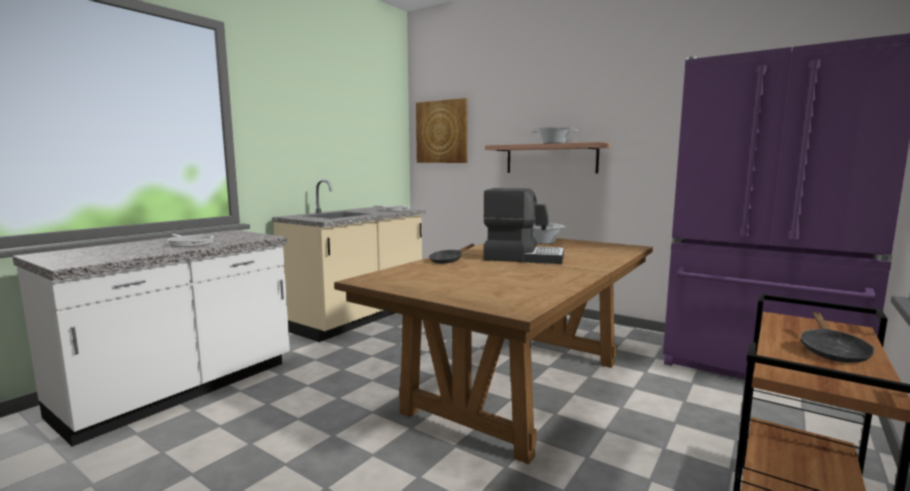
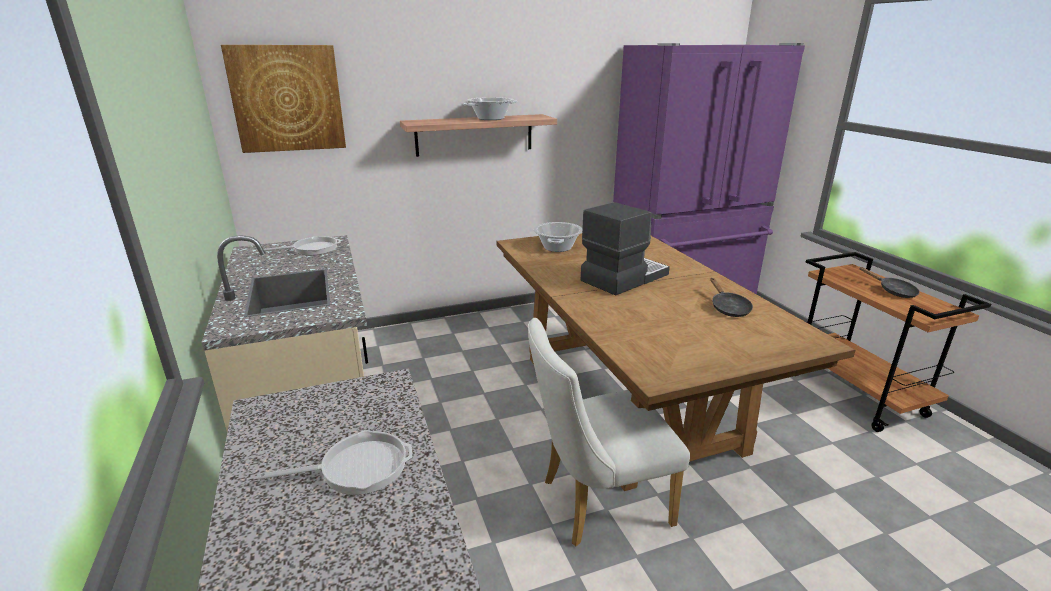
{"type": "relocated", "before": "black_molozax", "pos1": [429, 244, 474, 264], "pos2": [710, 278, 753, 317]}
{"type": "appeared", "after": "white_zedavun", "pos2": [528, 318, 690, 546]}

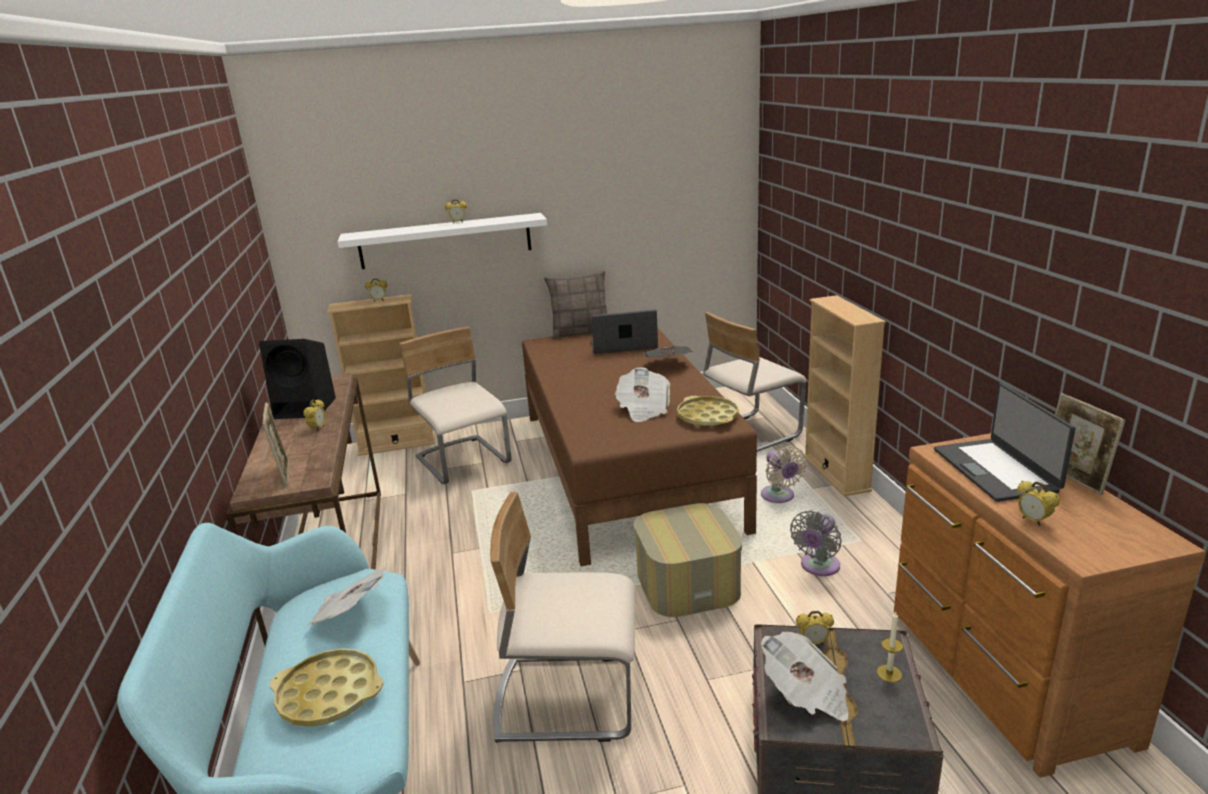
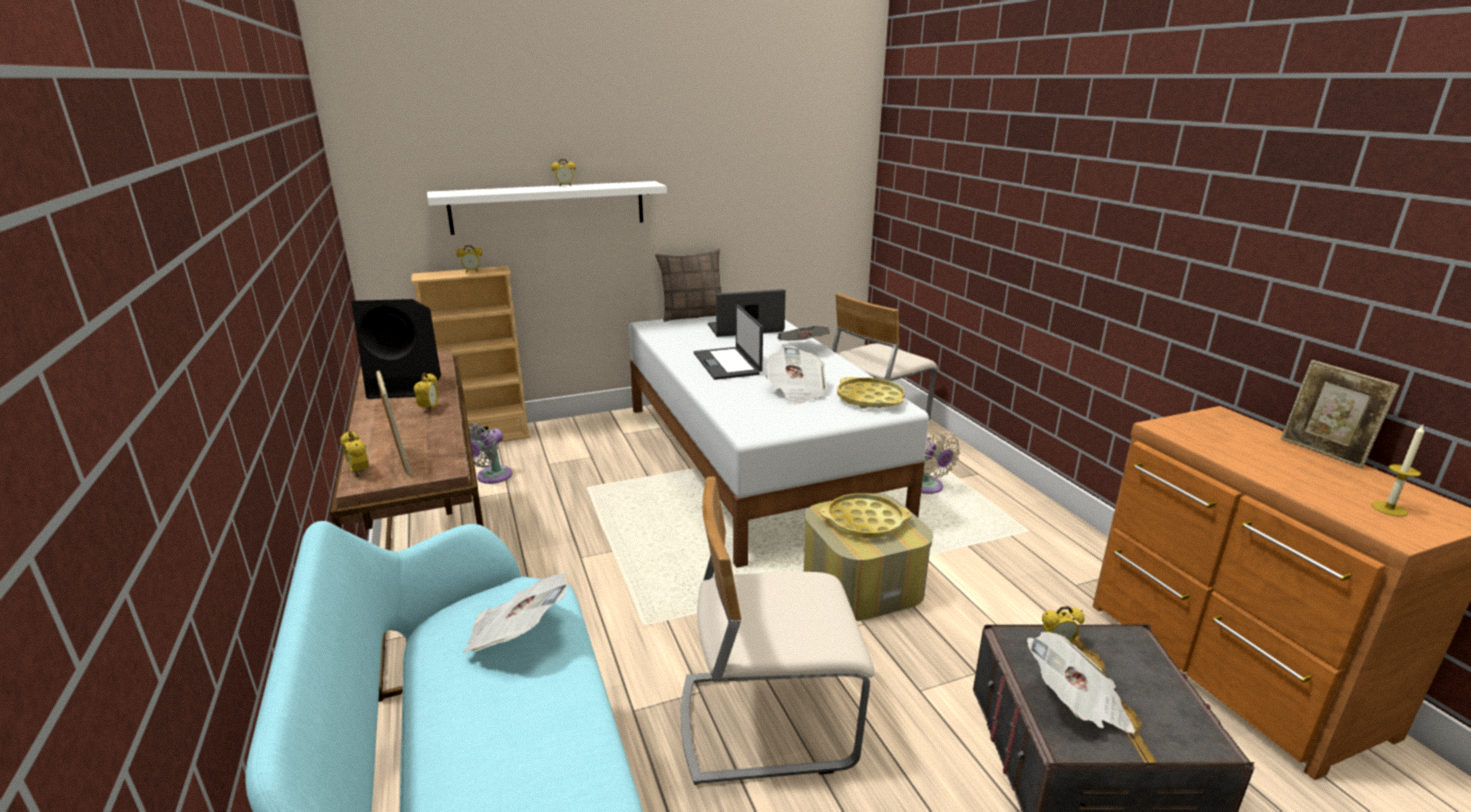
{"type": "missing", "before": "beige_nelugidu", "pos1": [805, 295, 886, 497]}
{"type": "missing", "before": "beige_zedavun", "pos1": [399, 326, 511, 484]}
{"type": "colour", "before": "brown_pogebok", "after": "white_pogebok", "pos1": [522, 328, 757, 566], "pos2": [629, 316, 929, 568]}
{"type": "relocated", "before": "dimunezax", "pos1": [934, 383, 1076, 502], "pos2": [694, 305, 763, 380]}
{"type": "relocated", "before": "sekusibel", "pos1": [1017, 481, 1060, 526], "pos2": [340, 431, 369, 477]}
{"type": "relocated", "before": "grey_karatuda", "pos1": [790, 510, 842, 576], "pos2": [463, 423, 512, 484]}
{"type": "relocated", "before": "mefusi", "pos1": [877, 612, 903, 683], "pos2": [1371, 425, 1424, 517]}
{"type": "relocated", "before": "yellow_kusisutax", "pos1": [270, 648, 383, 727], "pos2": [820, 493, 911, 538]}

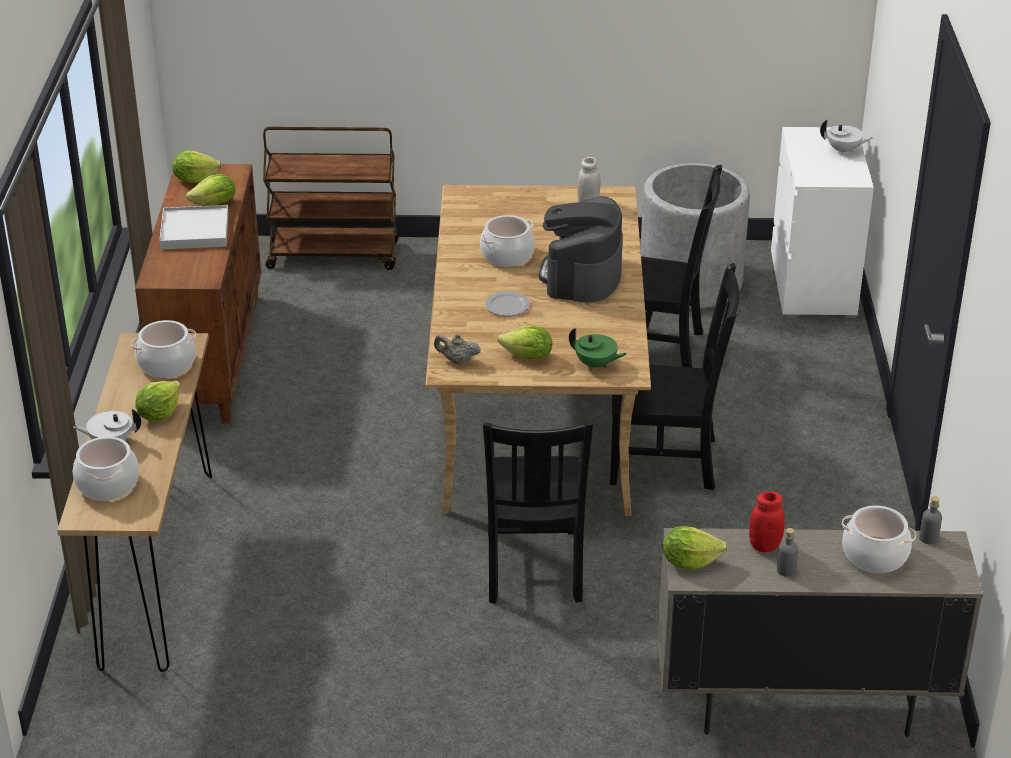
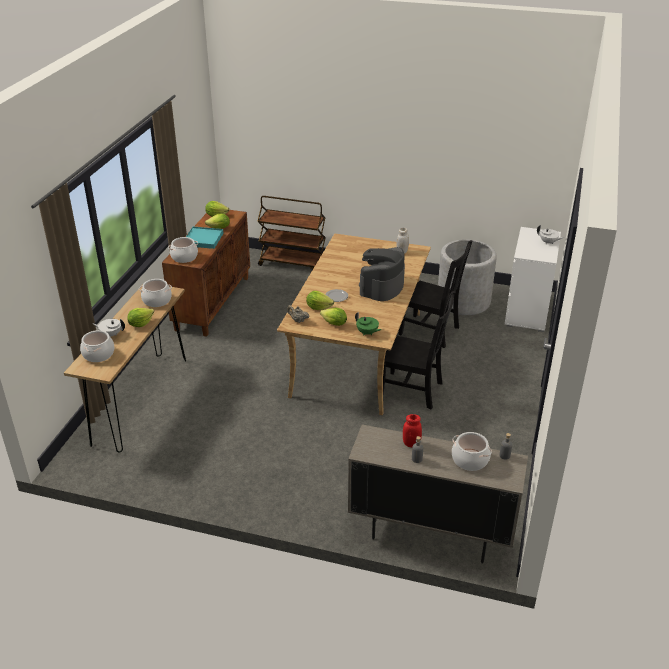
{"type": "colour", "before": "white_kusisutax", "after": "turquoise_kusisutax", "pos1": [159, 205, 228, 250], "pos2": [186, 227, 223, 249]}
{"type": "relocated", "before": "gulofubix", "pos1": [480, 215, 535, 267], "pos2": [168, 237, 198, 263]}
{"type": "missing", "before": "black_zedavun", "pos1": [483, 421, 593, 604]}
{"type": "relocated", "before": "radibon", "pos1": [663, 526, 727, 569], "pos2": [306, 291, 334, 310]}

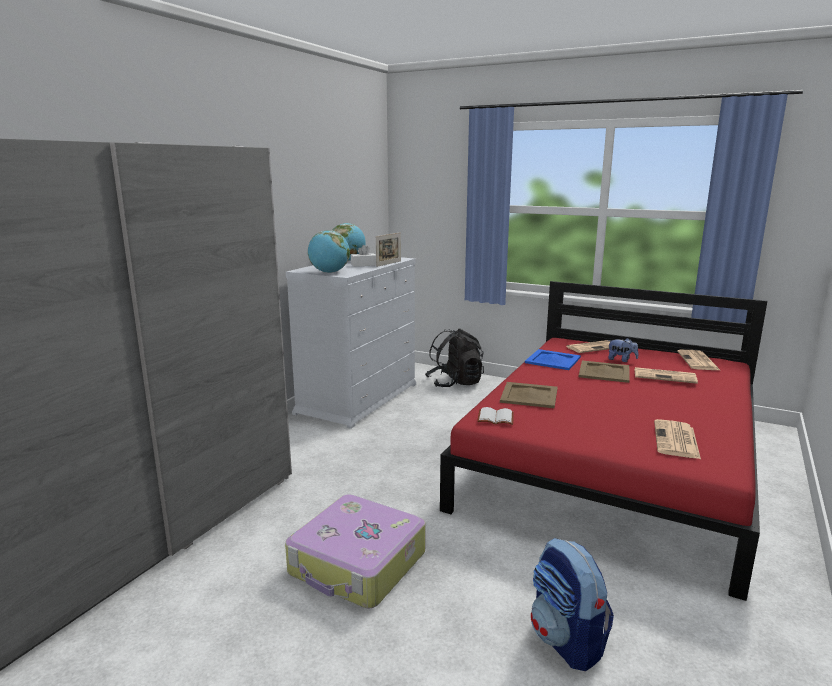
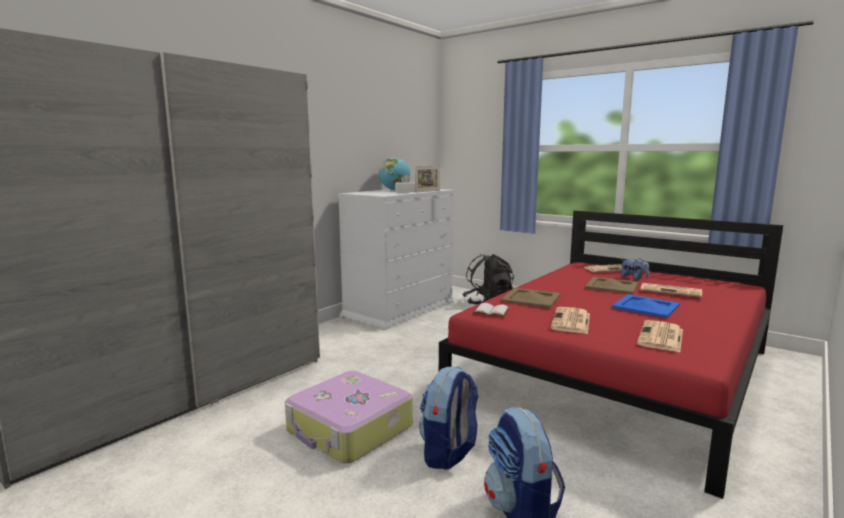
{"type": "missing", "before": "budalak", "pos1": [308, 230, 350, 273]}
{"type": "relocated", "before": "blue_kusisutax", "pos1": [525, 349, 581, 370], "pos2": [612, 294, 680, 318]}
{"type": "relocated", "before": "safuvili", "pos1": [677, 350, 720, 370], "pos2": [550, 307, 590, 334]}
{"type": "appeared", "after": "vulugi", "pos2": [419, 366, 479, 470]}

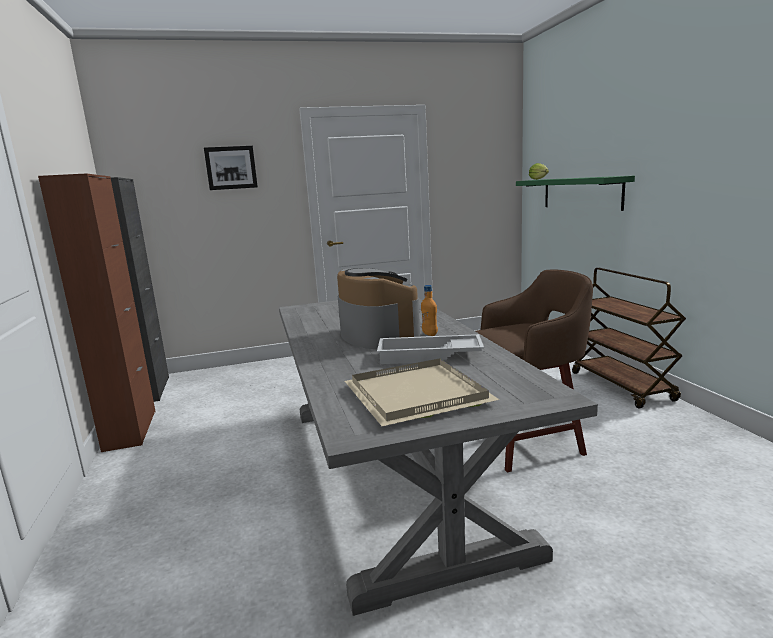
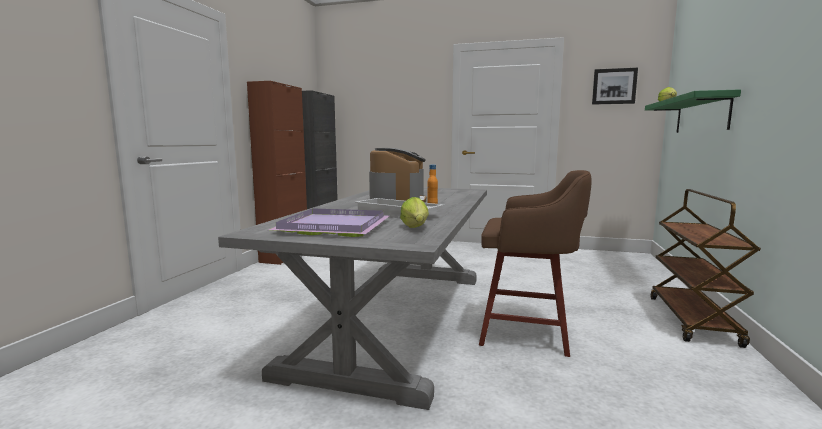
{"type": "relocated", "before": "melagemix", "pos1": [204, 146, 258, 190], "pos2": [592, 68, 638, 105]}
{"type": "colour", "before": "beige_kusisutax", "after": "purple_kusisutax", "pos1": [345, 358, 500, 426], "pos2": [269, 208, 389, 237]}
{"type": "appeared", "after": "radibon", "pos2": [400, 197, 429, 228]}

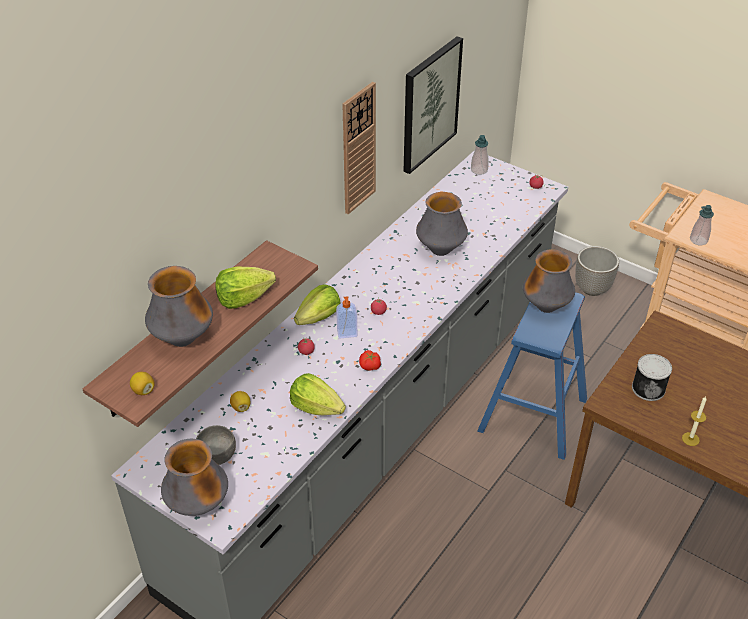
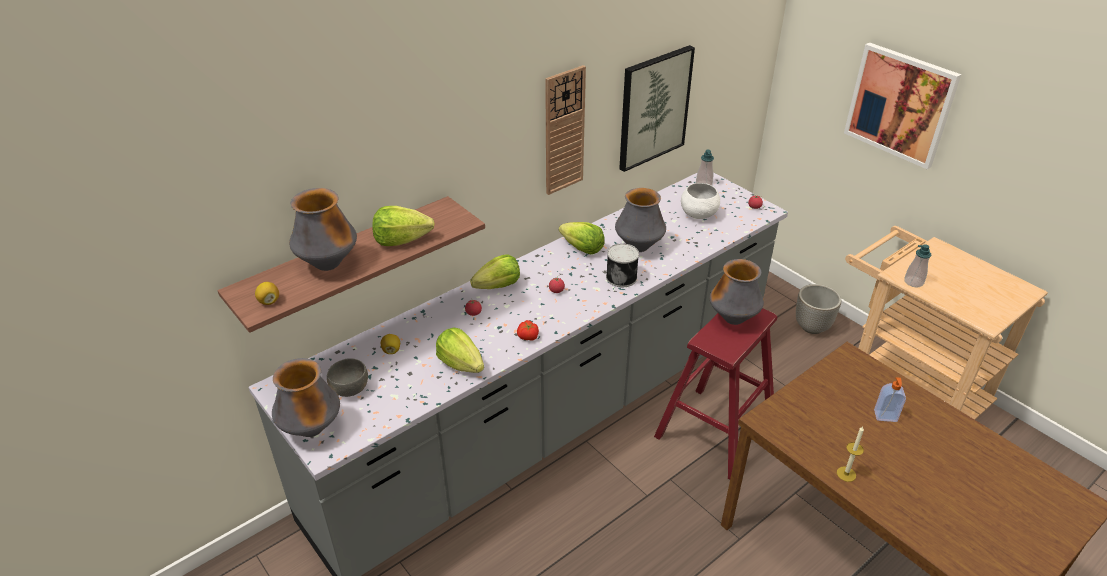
{"type": "colour", "before": "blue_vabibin", "after": "red_vabibin", "pos1": [477, 292, 587, 460], "pos2": [654, 308, 777, 480]}
{"type": "relocated", "before": "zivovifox", "pos1": [336, 296, 357, 339], "pos2": [874, 377, 906, 422]}
{"type": "relocated", "before": "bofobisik", "pos1": [632, 354, 672, 401], "pos2": [606, 243, 639, 287]}
{"type": "appeared", "after": "melagemix", "pos2": [844, 43, 961, 169]}
{"type": "appeared", "after": "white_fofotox", "pos2": [681, 183, 720, 219]}
{"type": "appeared", "after": "radibon", "pos2": [559, 222, 605, 254]}

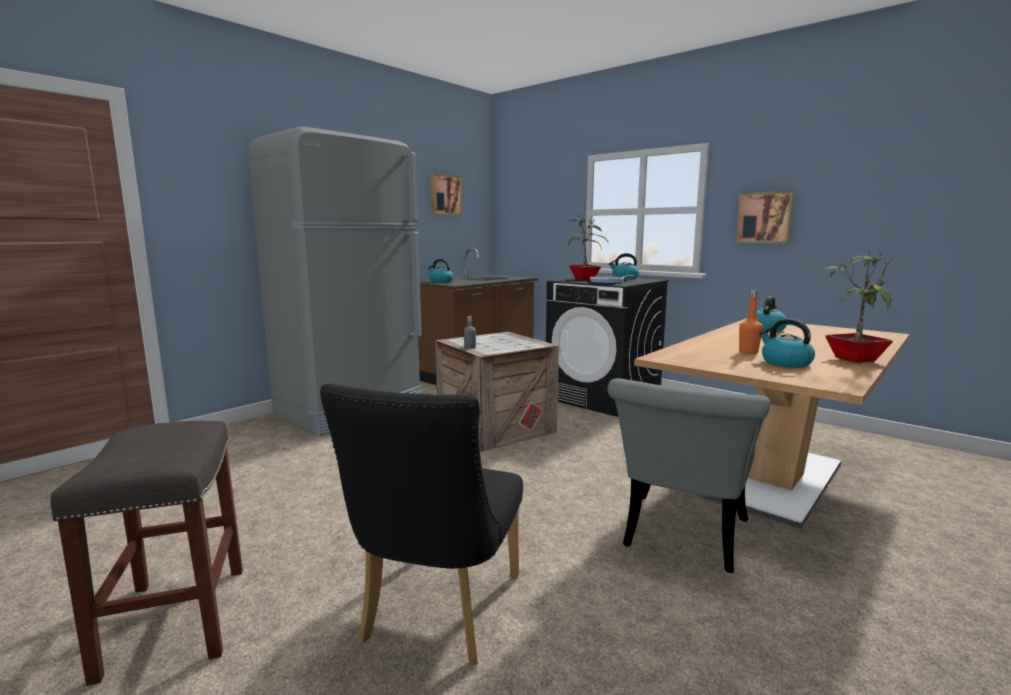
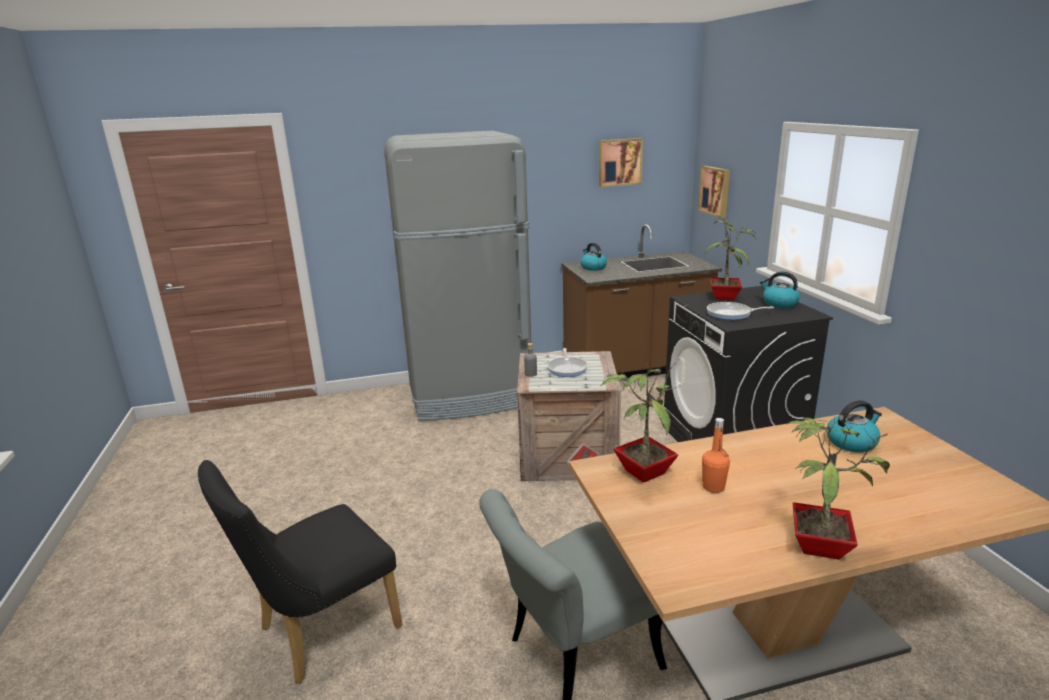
{"type": "relocated", "before": "melagemix", "pos1": [736, 191, 794, 243], "pos2": [698, 166, 730, 218]}
{"type": "missing", "before": "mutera", "pos1": [759, 319, 815, 368]}
{"type": "missing", "before": "grey_vabibin", "pos1": [51, 421, 243, 686]}
{"type": "appeared", "after": "molozax", "pos2": [547, 348, 588, 377]}
{"type": "appeared", "after": "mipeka", "pos2": [600, 362, 680, 483]}

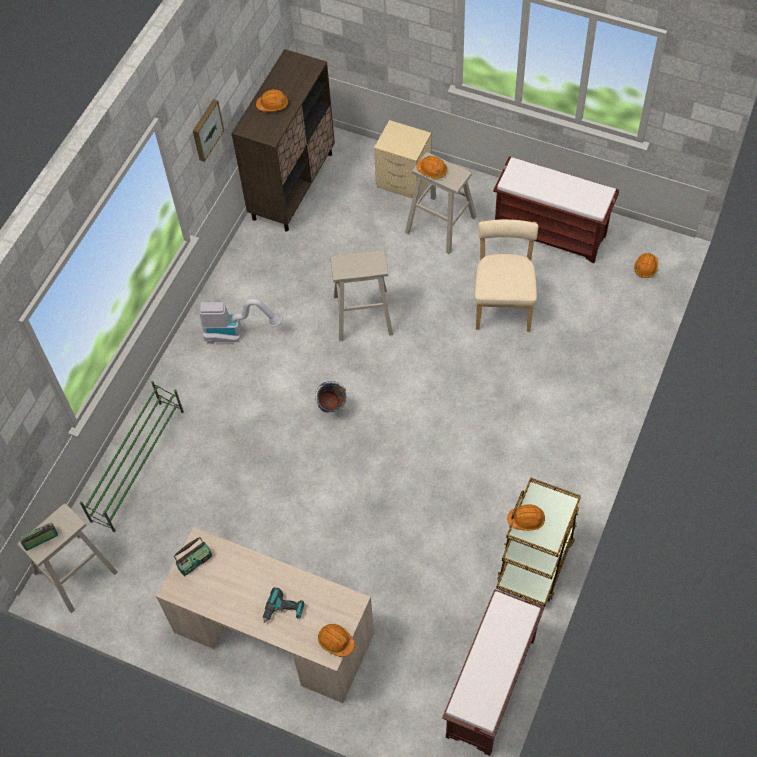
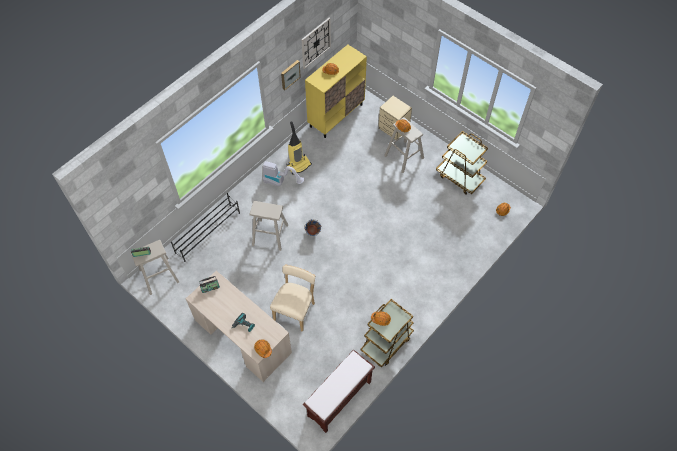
{"type": "colour", "before": "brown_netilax", "after": "yellow_netilax", "pos1": [231, 49, 335, 232], "pos2": [305, 45, 367, 138]}
{"type": "exchanged", "before": "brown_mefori", "after": "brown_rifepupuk", "pos1": [493, 156, 619, 263], "pos2": [436, 131, 488, 195]}
{"type": "relocated", "before": "beige_zedavun", "pos1": [474, 219, 538, 331], "pos2": [270, 264, 316, 332]}
{"type": "relocated", "before": "beige_vabibin", "pos1": [330, 250, 393, 341], "pos2": [249, 201, 288, 251]}
{"type": "colour", "before": "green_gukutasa", "after": "black_gukutasa", "pos1": [80, 381, 184, 532], "pos2": [171, 193, 240, 262]}
{"type": "appeared", "after": "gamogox", "pos2": [301, 18, 331, 69]}
{"type": "appeared", "after": "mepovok", "pos2": [287, 121, 312, 175]}

